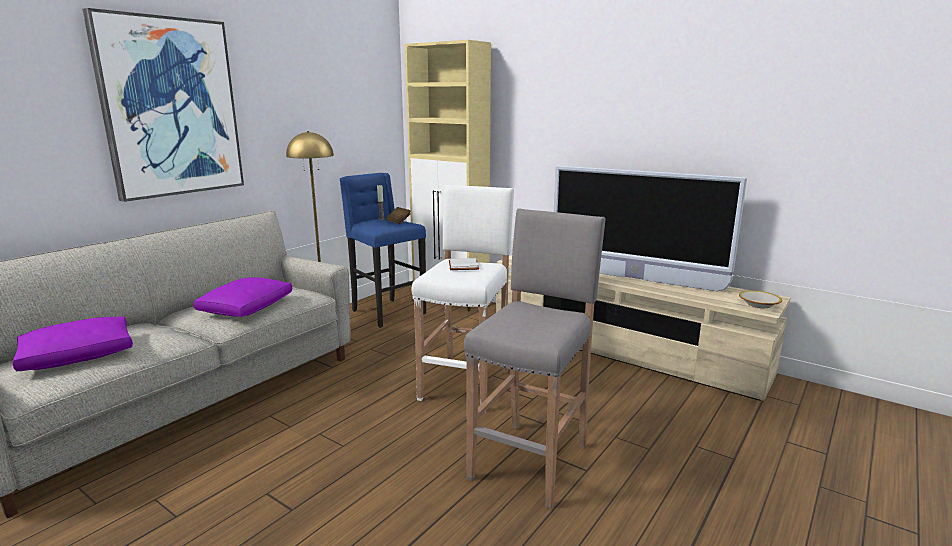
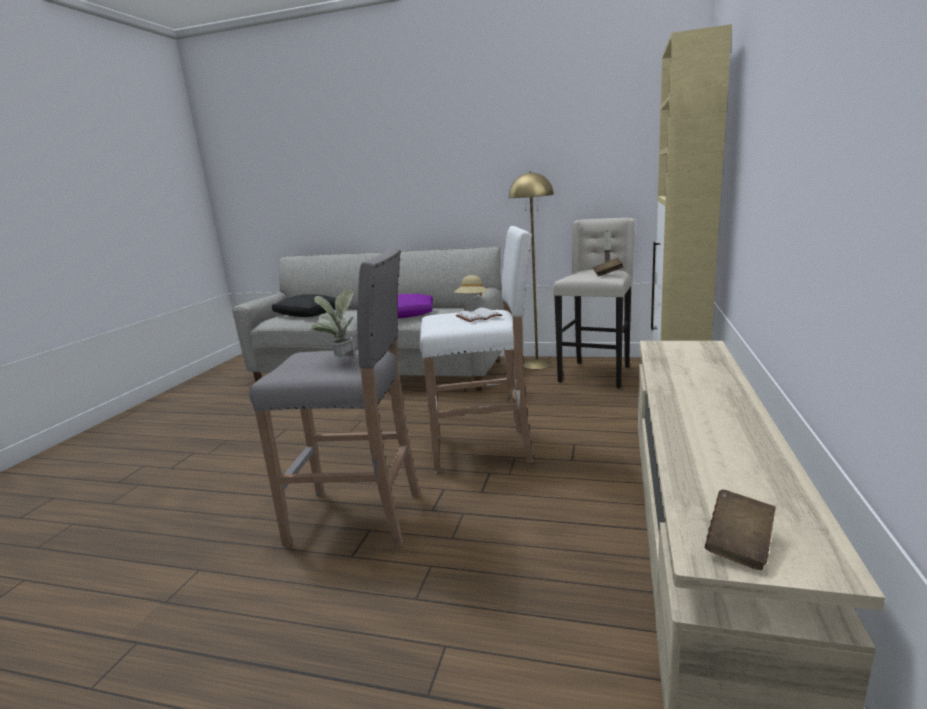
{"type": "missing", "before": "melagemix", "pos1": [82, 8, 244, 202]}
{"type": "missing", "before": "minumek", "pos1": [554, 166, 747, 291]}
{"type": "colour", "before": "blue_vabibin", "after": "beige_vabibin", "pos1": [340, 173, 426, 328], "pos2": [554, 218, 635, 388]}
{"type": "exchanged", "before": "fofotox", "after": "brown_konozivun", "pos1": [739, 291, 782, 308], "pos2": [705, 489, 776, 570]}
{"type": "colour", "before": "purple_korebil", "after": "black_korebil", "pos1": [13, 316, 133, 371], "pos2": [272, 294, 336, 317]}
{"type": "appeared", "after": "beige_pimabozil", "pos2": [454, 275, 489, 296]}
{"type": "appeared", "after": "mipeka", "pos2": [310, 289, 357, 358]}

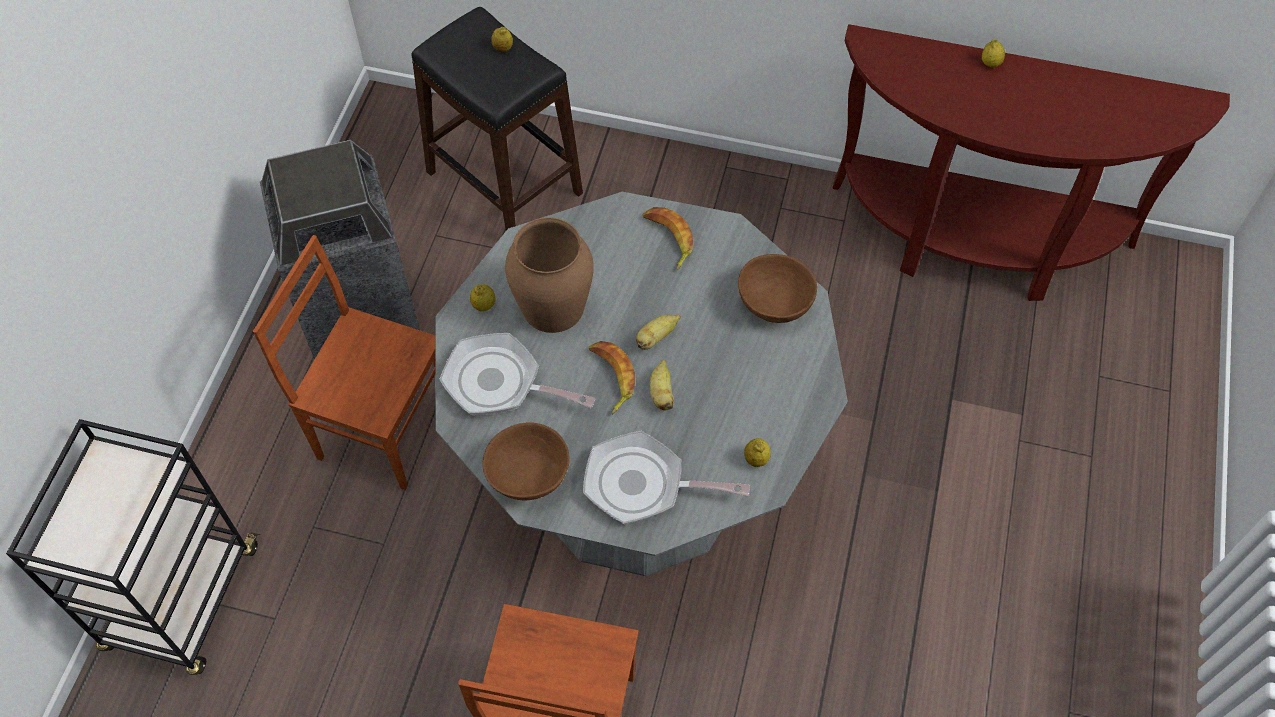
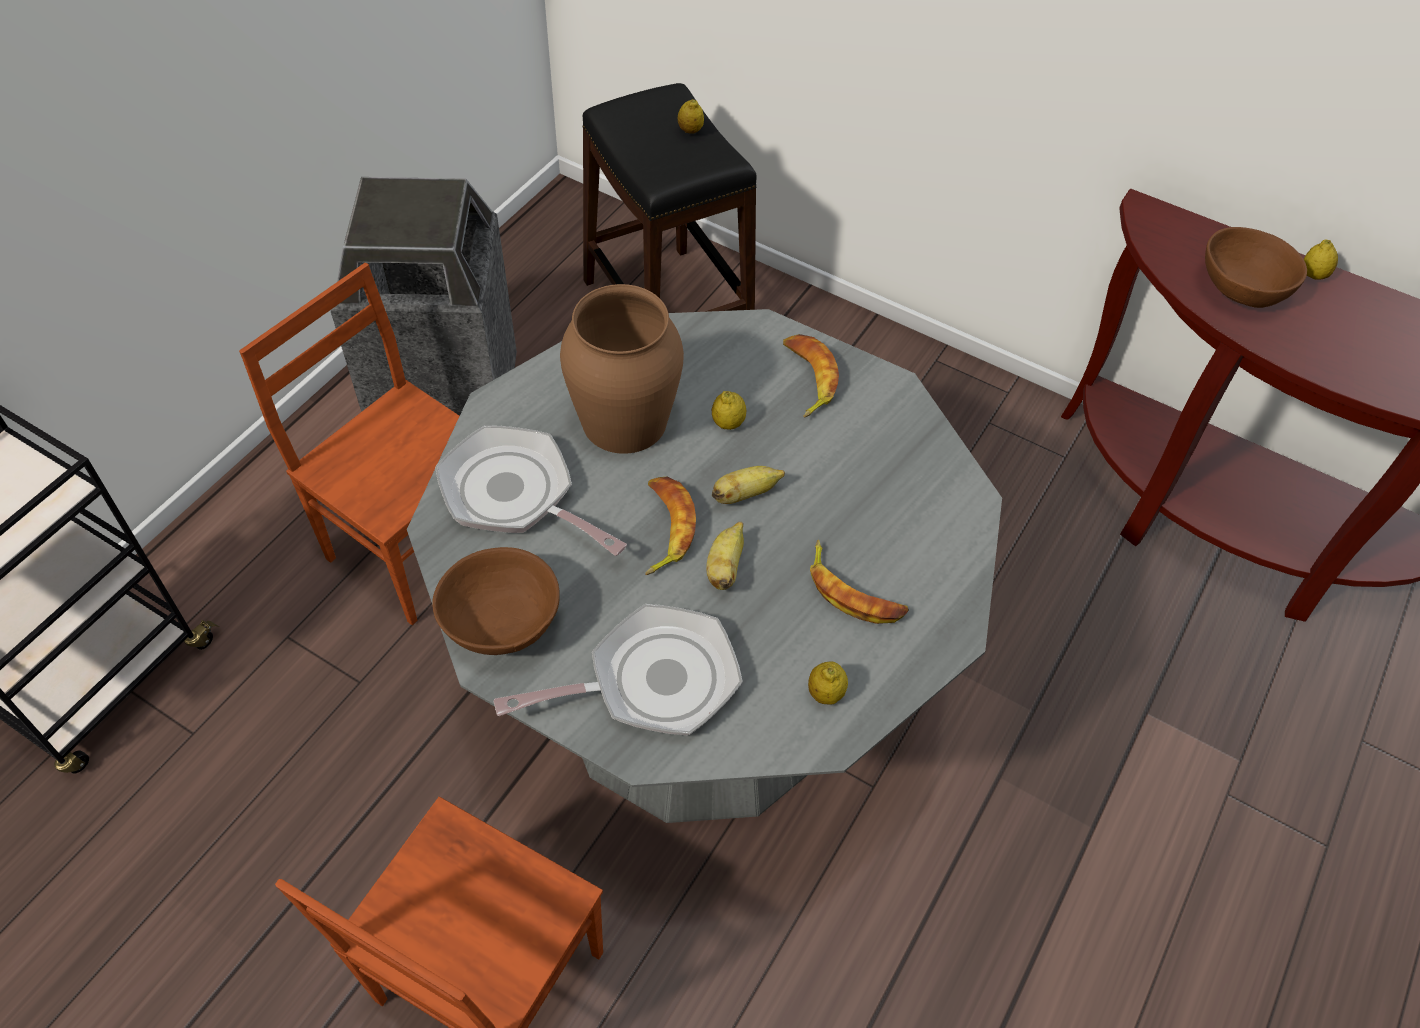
{"type": "relocated", "before": "brown_fofotox", "pos1": [738, 254, 817, 323], "pos2": [1205, 227, 1307, 308]}
{"type": "relocated", "before": "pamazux", "pos1": [470, 284, 496, 311], "pos2": [712, 391, 746, 430]}
{"type": "spun", "before": "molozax", "pos1": [583, 431, 750, 524], "pos2": [494, 604, 743, 735], "turn": 135}
{"type": "appeared", "after": "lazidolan", "pos2": [810, 540, 909, 624]}

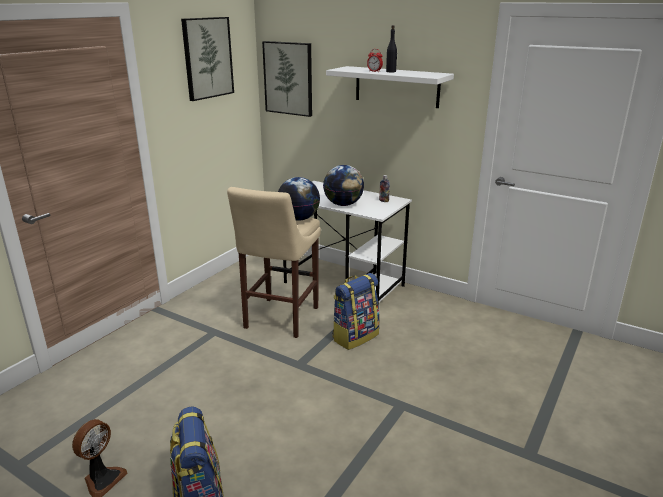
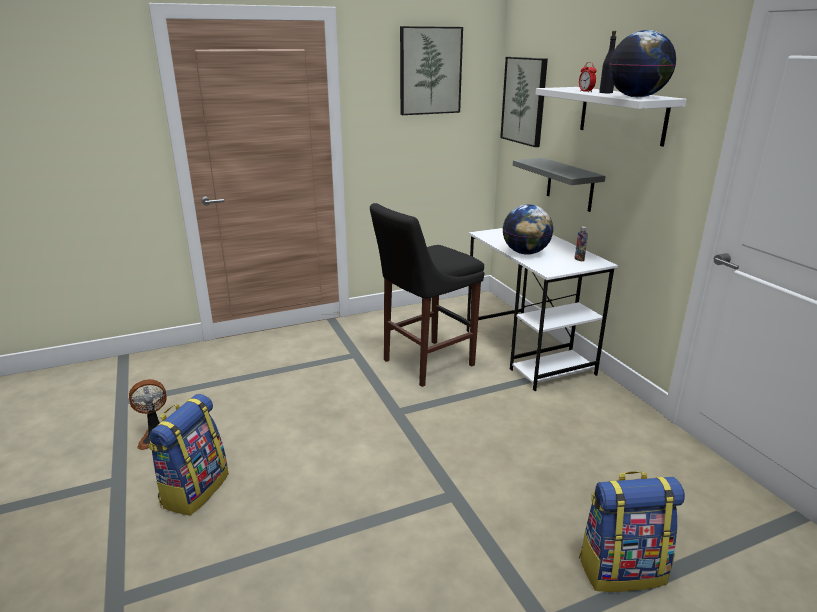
{"type": "relocated", "before": "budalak", "pos1": [278, 177, 320, 221], "pos2": [609, 30, 676, 97]}
{"type": "colour", "before": "beige_vabibin", "after": "black_vabibin", "pos1": [227, 187, 321, 338], "pos2": [370, 203, 484, 387]}
{"type": "relocated", "before": "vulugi", "pos1": [332, 273, 380, 350], "pos2": [579, 471, 685, 592]}
{"type": "appeared", "after": "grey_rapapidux", "pos2": [513, 158, 606, 212]}

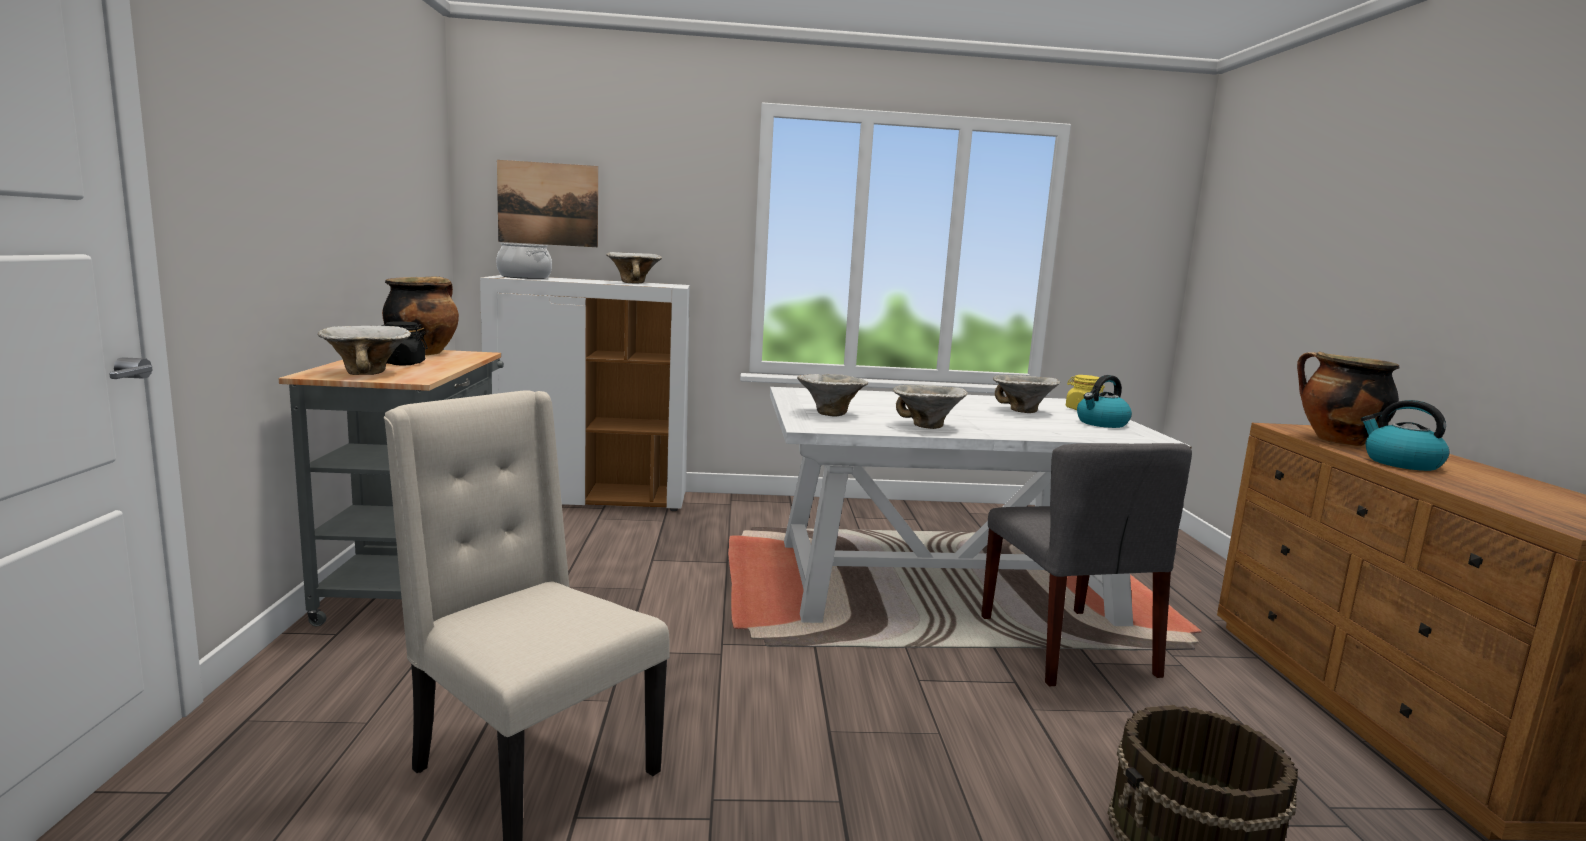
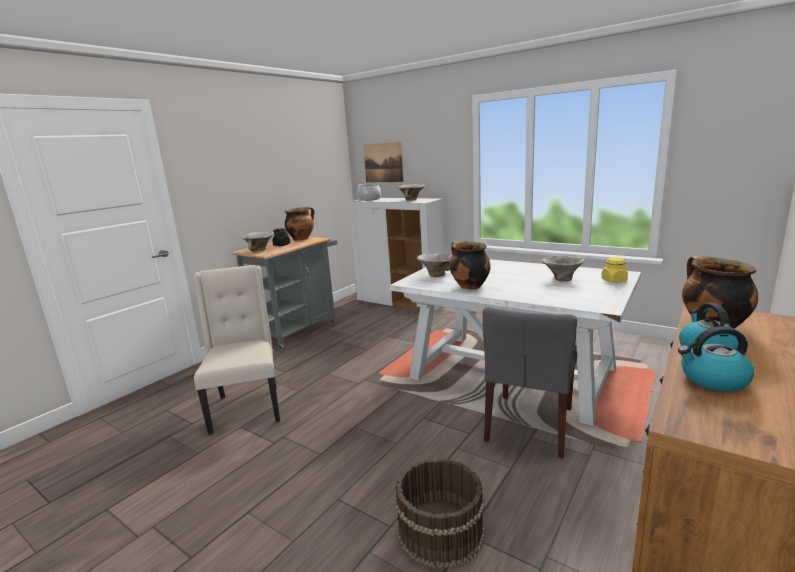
{"type": "relocated", "before": "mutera", "pos1": [1077, 375, 1132, 428], "pos2": [678, 326, 754, 392]}
{"type": "exchanged", "before": "fofotox", "after": "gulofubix", "pos1": [893, 385, 968, 429], "pos2": [449, 241, 491, 290]}

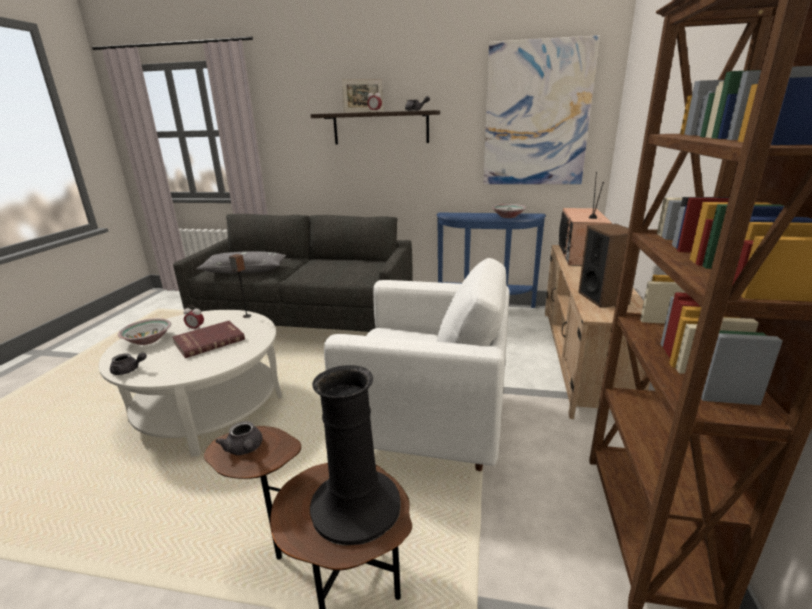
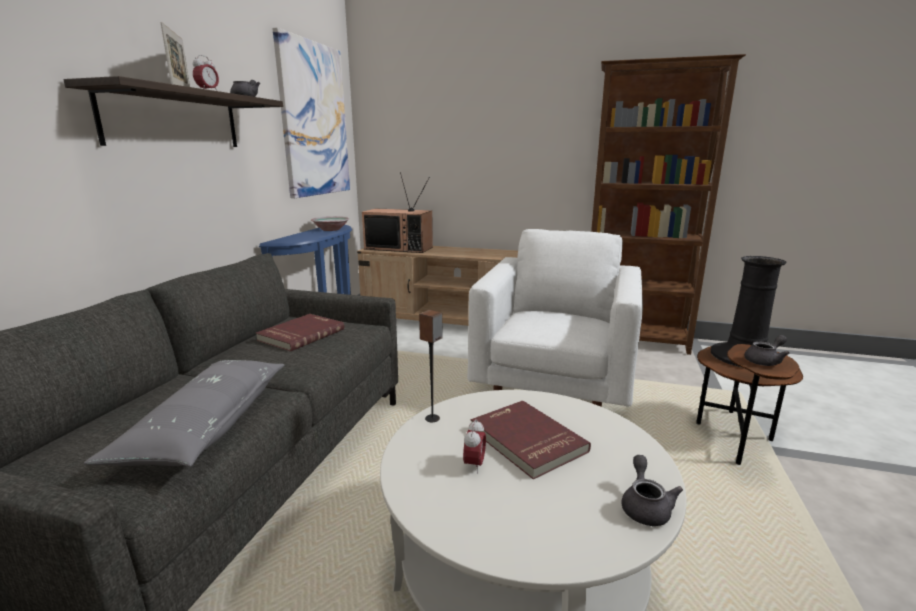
{"type": "missing", "before": "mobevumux", "pos1": [578, 224, 640, 308]}
{"type": "missing", "before": "fofotox", "pos1": [118, 318, 171, 345]}
{"type": "appeared", "after": "red_konozivun", "pos2": [256, 314, 344, 352]}

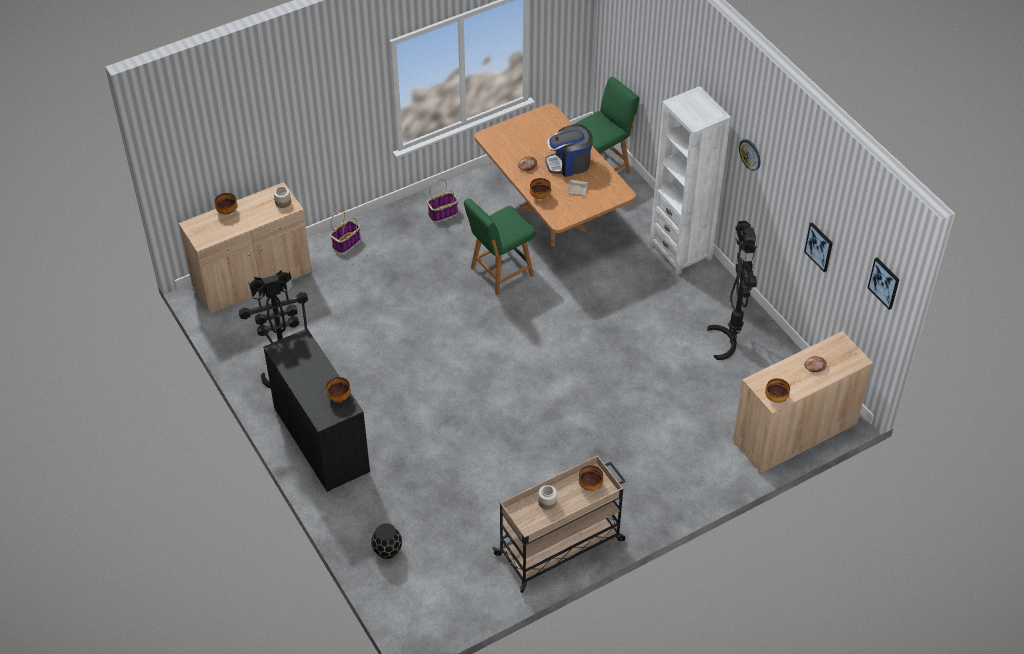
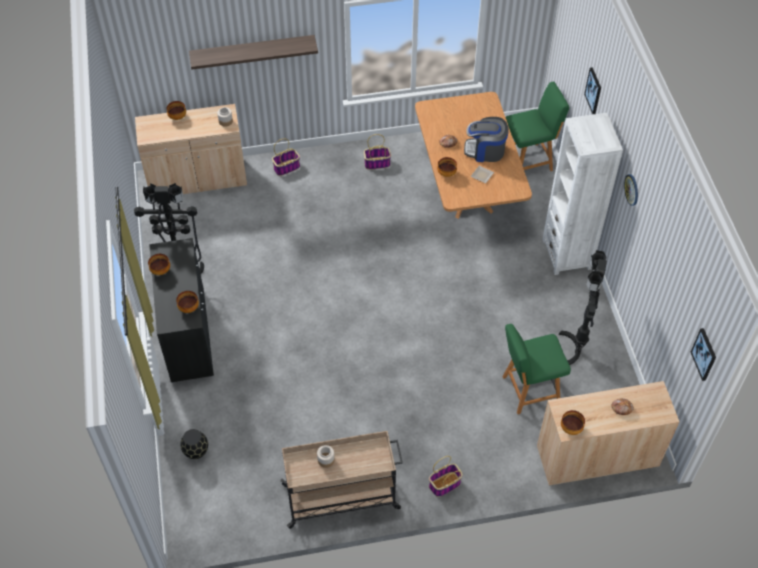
{"type": "relocated", "before": "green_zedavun", "pos1": [464, 198, 536, 295], "pos2": [503, 324, 571, 415]}
{"type": "relocated", "before": "melagemix", "pos1": [804, 222, 833, 272], "pos2": [584, 67, 601, 114]}
{"type": "relocated", "before": "fofotox", "pos1": [579, 465, 603, 491], "pos2": [148, 254, 170, 275]}
{"type": "appeared", "after": "rapapidux", "pos2": [189, 35, 318, 70]}
{"type": "appeared", "after": "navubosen", "pos2": [429, 456, 463, 497]}

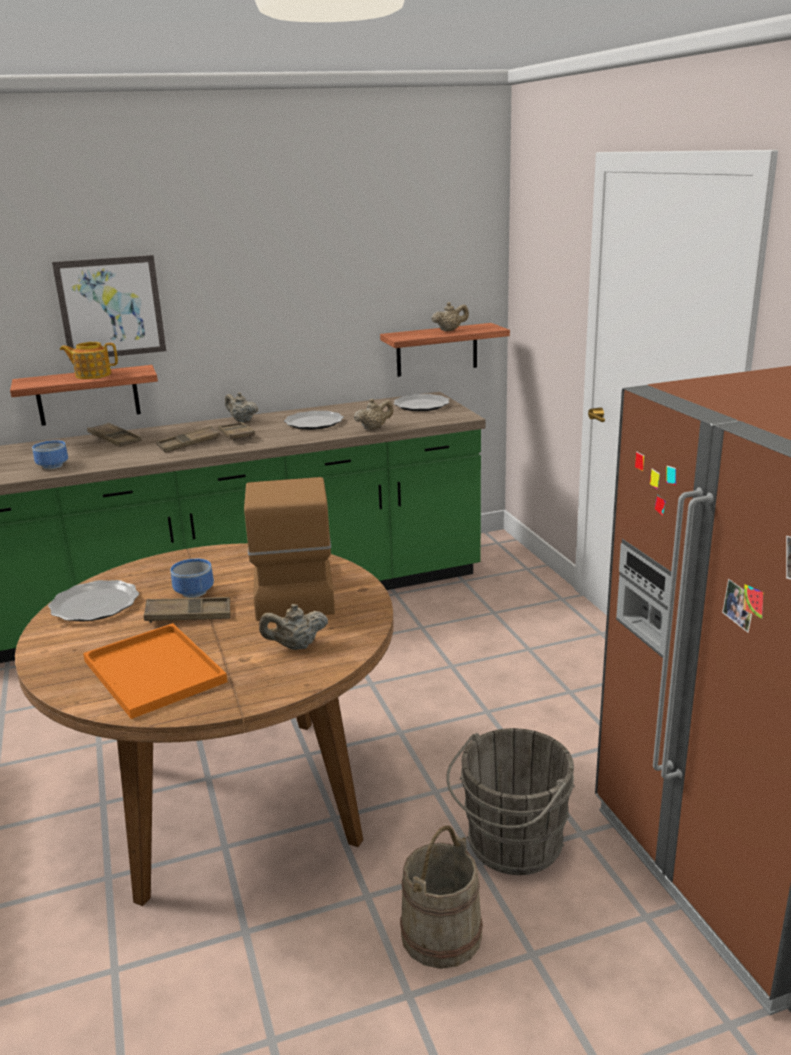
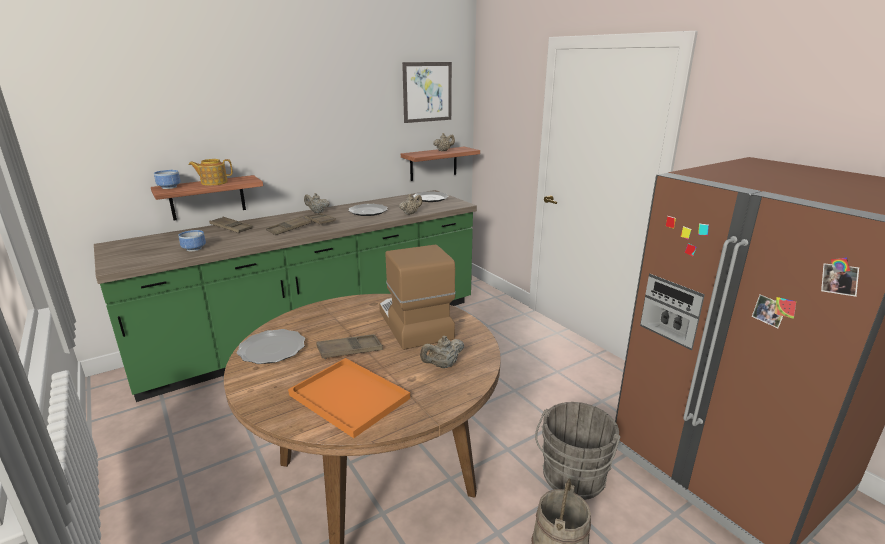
{"type": "relocated", "before": "melagemix", "pos1": [52, 255, 166, 361], "pos2": [402, 62, 452, 123]}
{"type": "relocated", "before": "fofotox", "pos1": [170, 559, 214, 598], "pos2": [154, 170, 181, 189]}

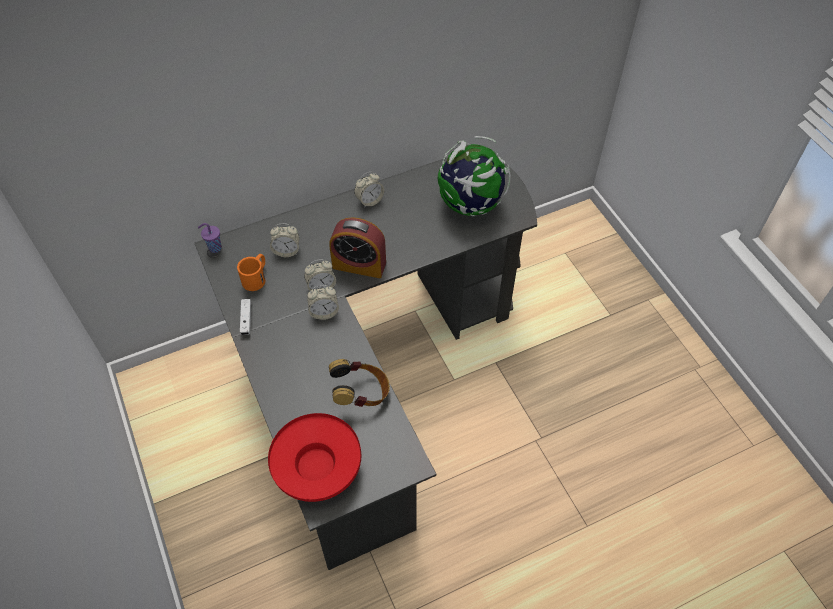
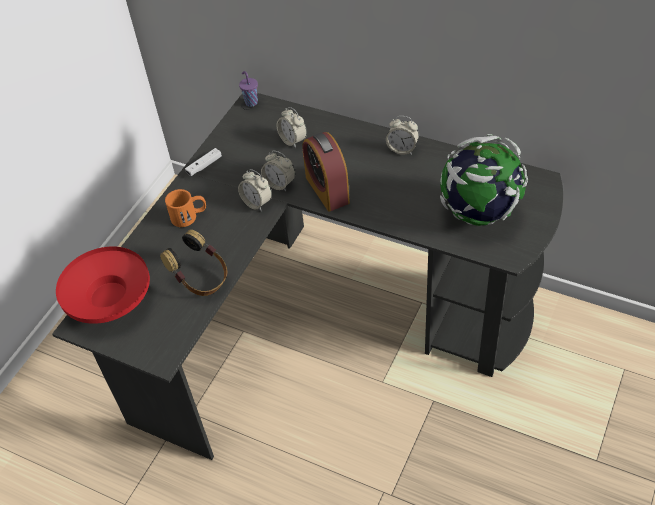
{"type": "relocated", "before": "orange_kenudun", "pos1": [237, 254, 265, 291], "pos2": [165, 189, 206, 227]}

